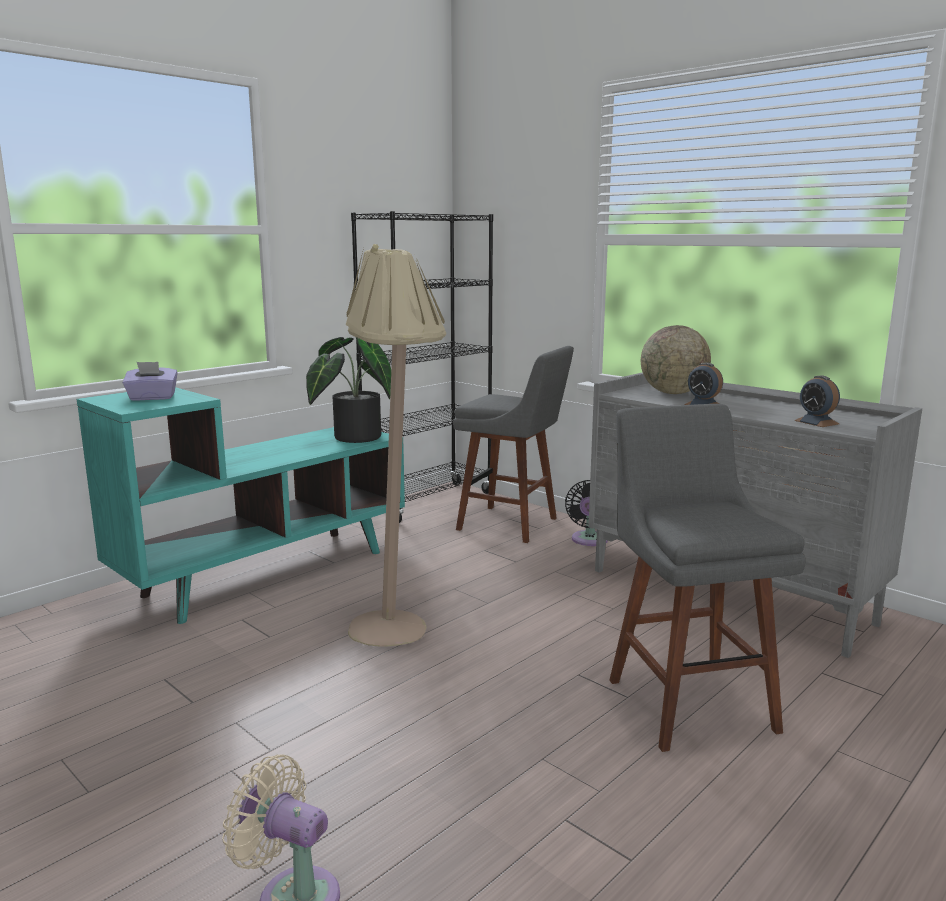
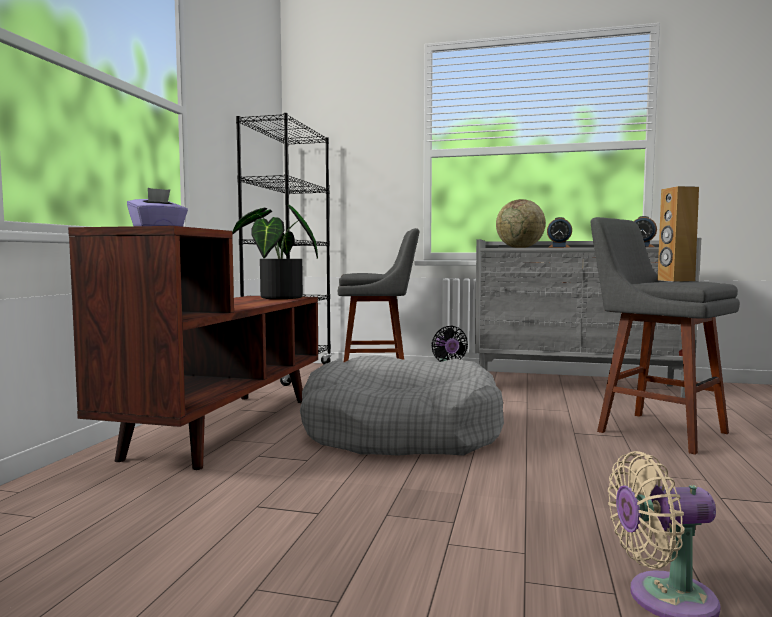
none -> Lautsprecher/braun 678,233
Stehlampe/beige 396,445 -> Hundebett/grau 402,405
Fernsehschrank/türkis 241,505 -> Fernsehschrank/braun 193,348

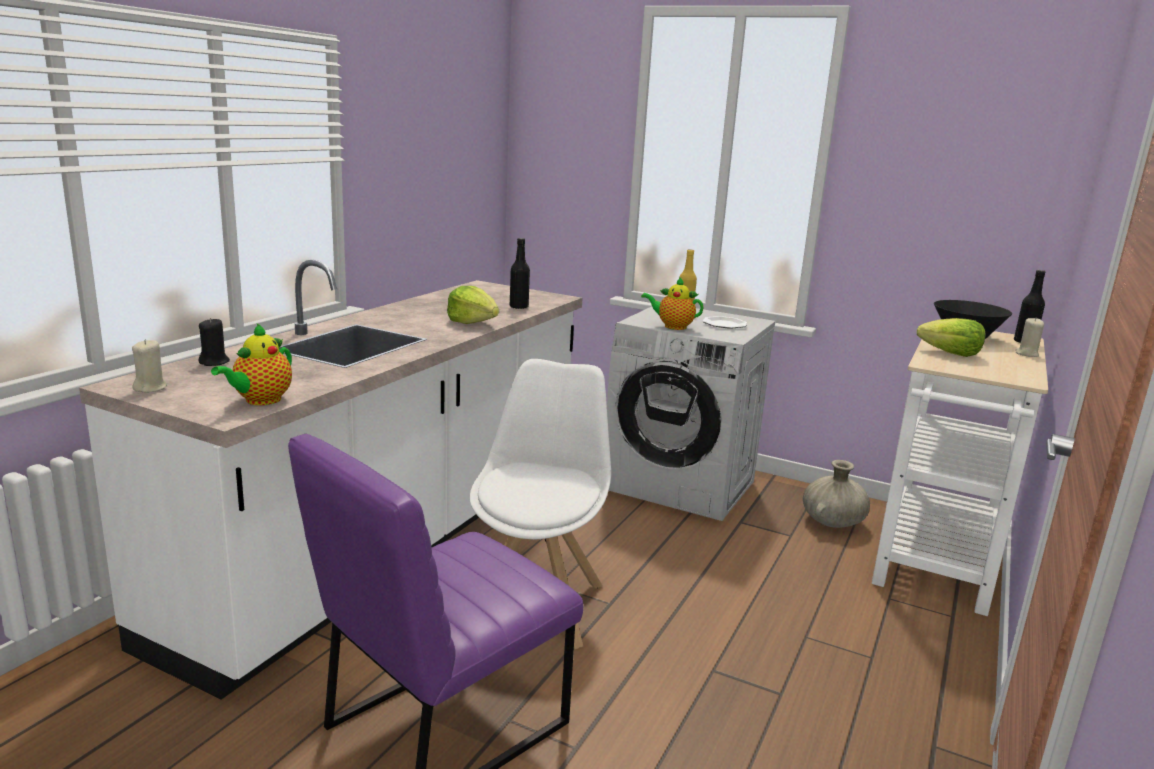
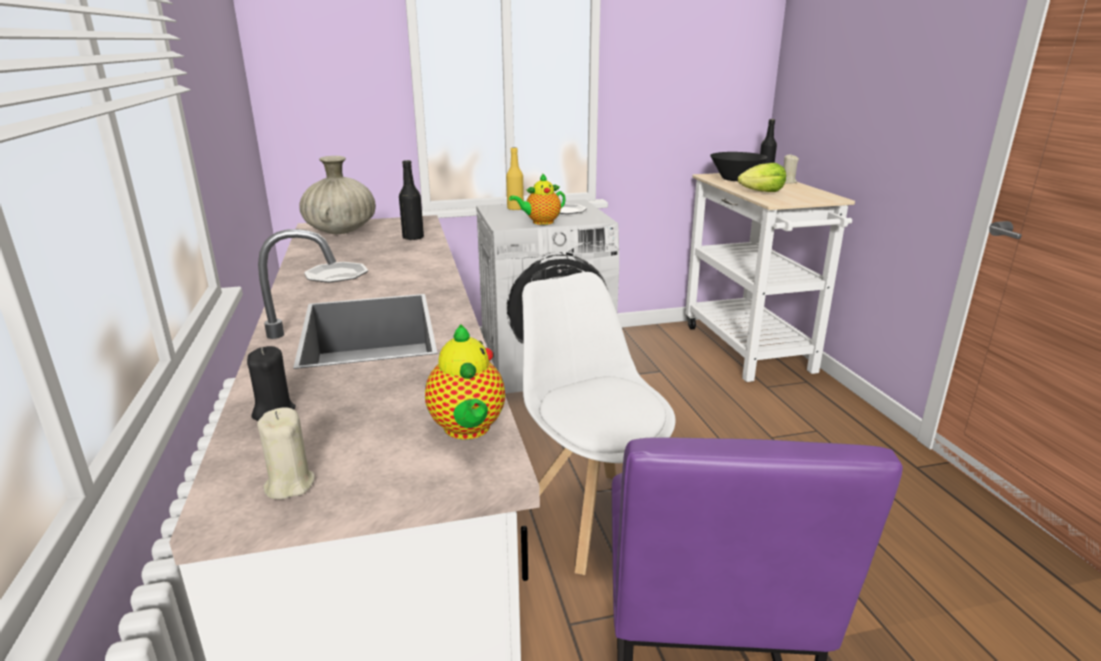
Salatkopf 473,305 -> none
none -> Teller 336,272
Vase/beige 836,494 -> Vase/beige 337,195, moved

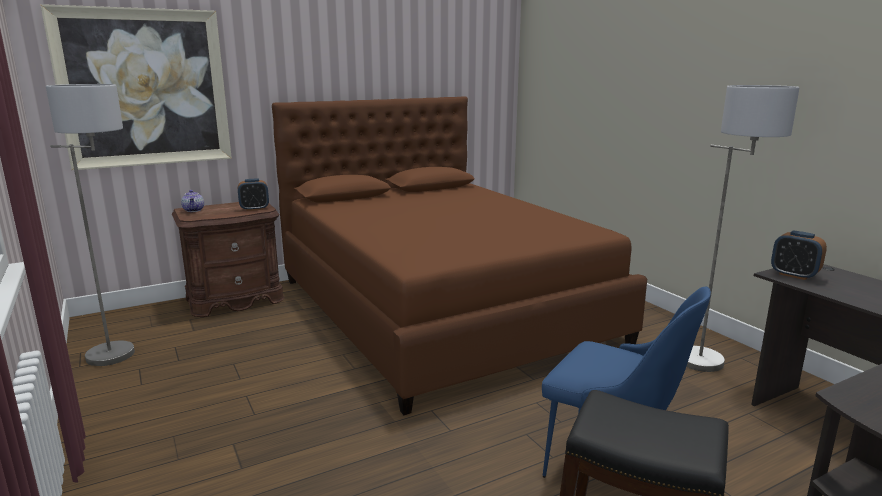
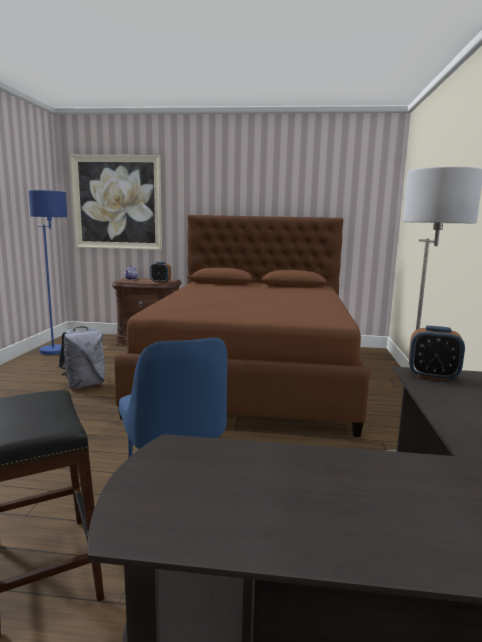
none -> Rucksack/grau 81,357
Stehlampe/grau 90,225 -> Stehlampe/blau 48,272
Wecker 799,255 -> Wecker 437,353, 60 degrees counterclockwise

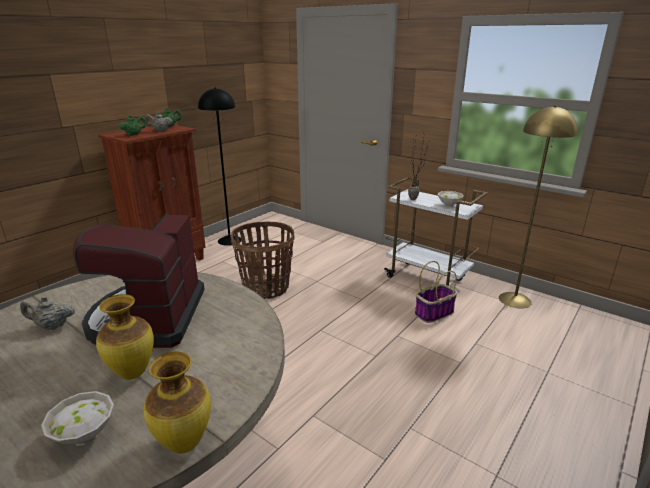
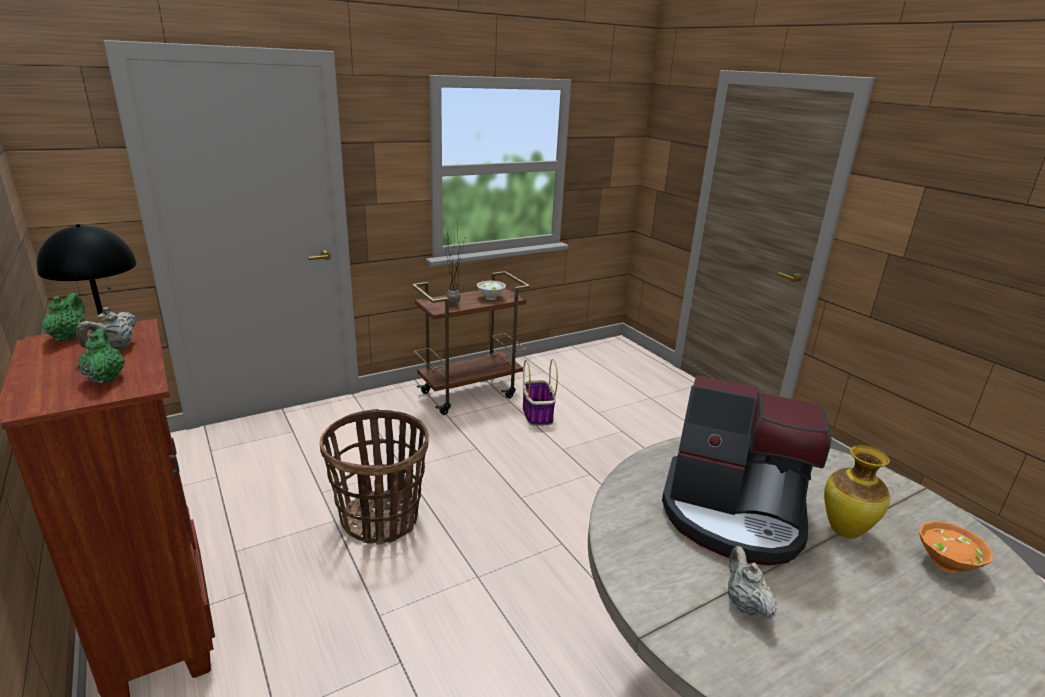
Vase 177,402 -> none
Stehlampe/gelb 538,206 -> none
Schüssel/weiß 77,418 -> Schüssel/orange 956,547
Rollwagen/weiß 436,231 -> Rollwagen/braun 471,343
Teekanne/beige 47,313 -> Teekanne/beige 752,582, 150 degrees clockwise

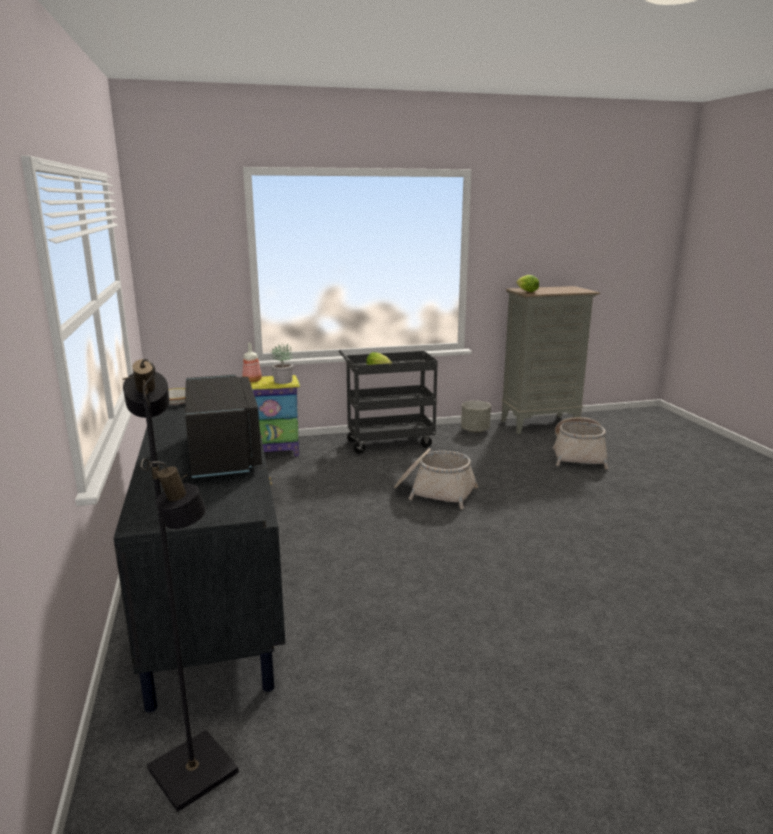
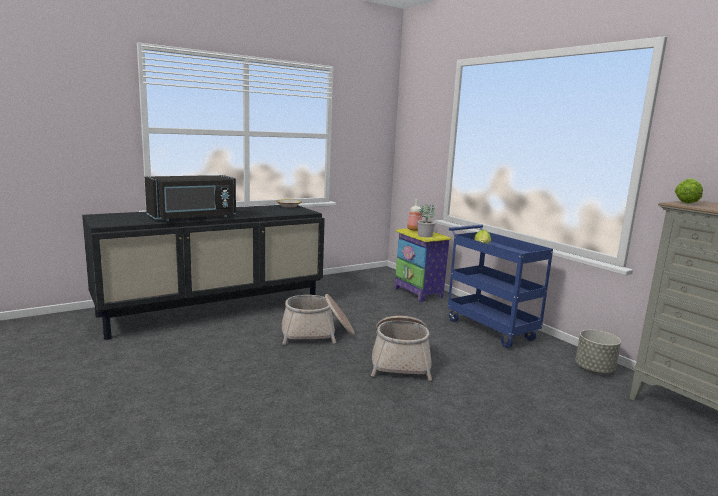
Stehlampe/schwarz 181,585 -> none
Korb 581,443 -> Korb 318,319, moved
Rollwagen/grau 388,402 -> Rollwagen/blau 500,286

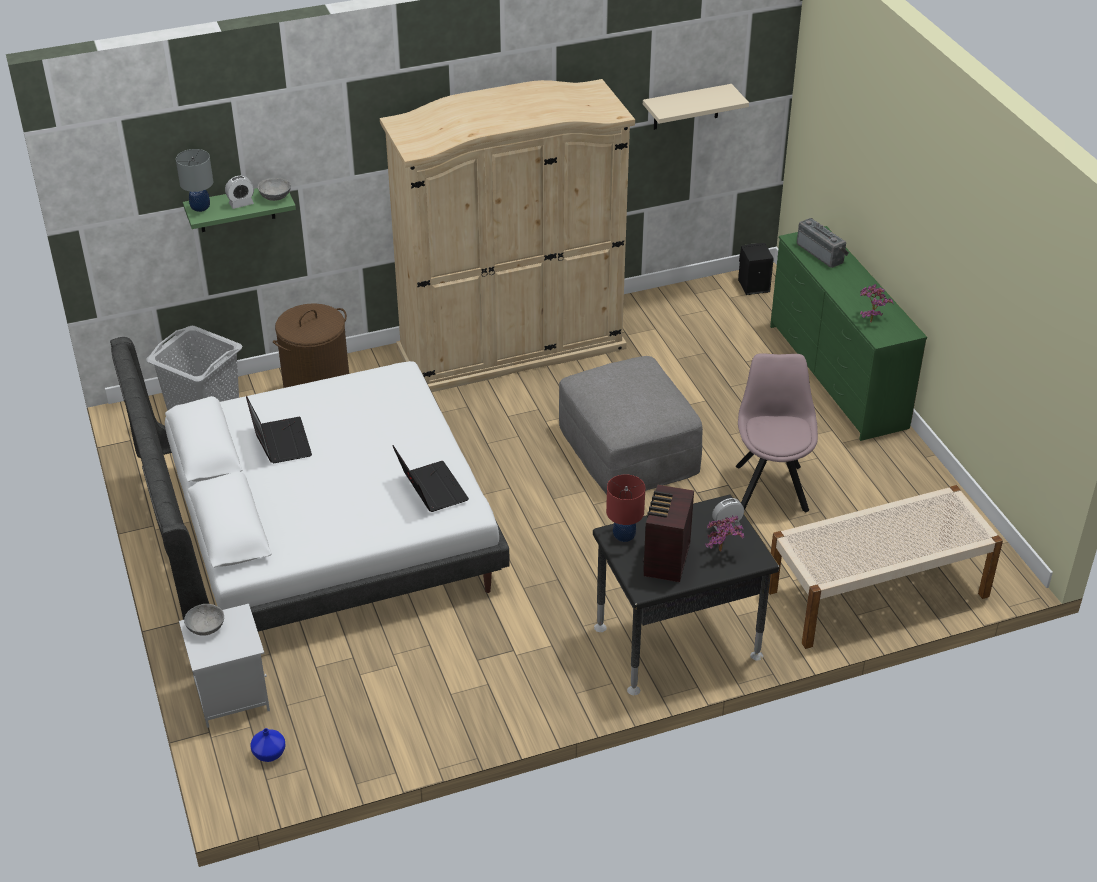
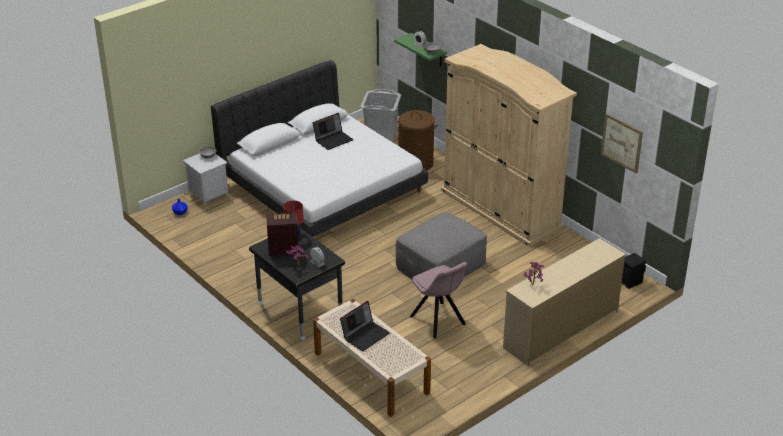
Tischlampe/grau 194,180 -> none
Radio 823,243 -> none
Laptop 431,478 -> Laptop 365,326, moved
Wandregal/beige 696,107 -> Bild 622,143
Kommode/grün 848,333 -> Kommode/beige 564,302
Stuhl/rosa 776,433 -> Stuhl/rosa 438,300, 75 degrees clockwise

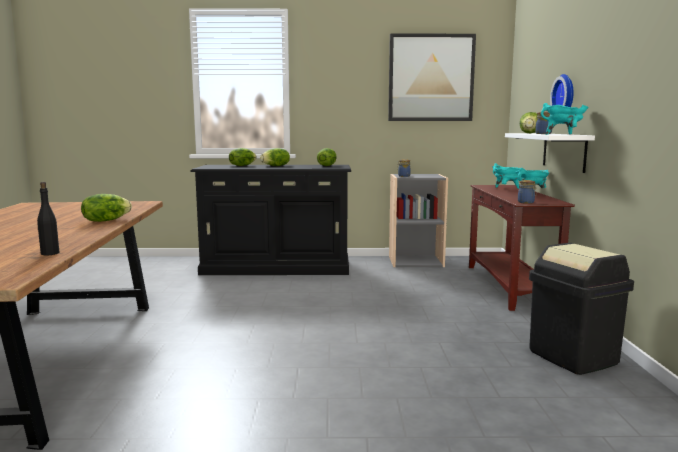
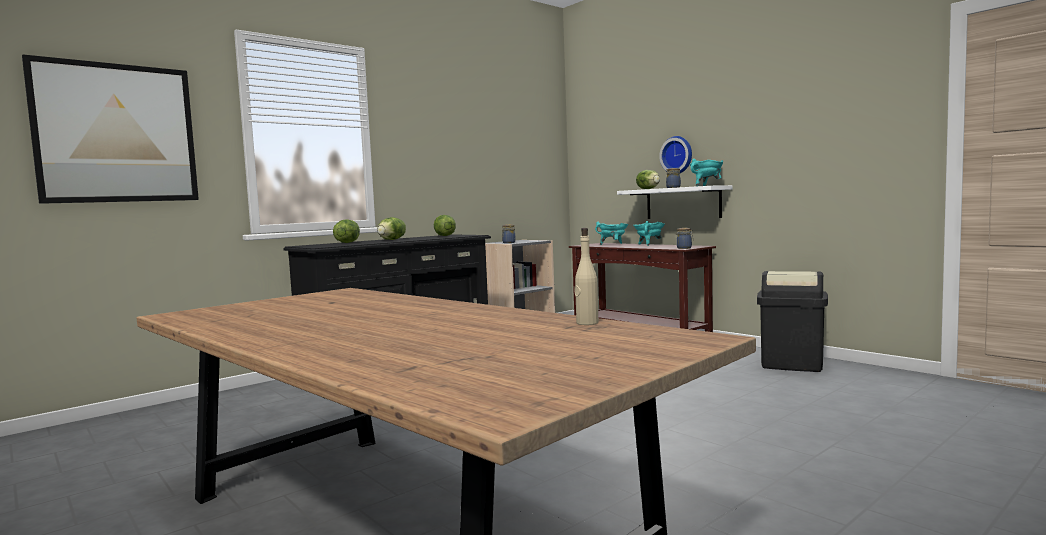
Salatkopf 106,208 -> none
Bild 432,77 -> Bild 110,129, moved
Flasche/schwarz 48,218 -> Flasche/beige 586,276

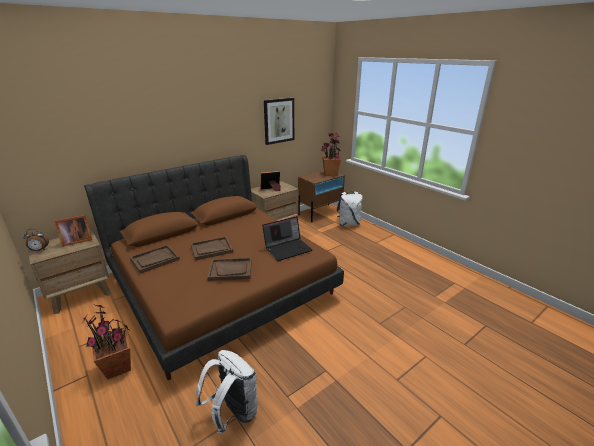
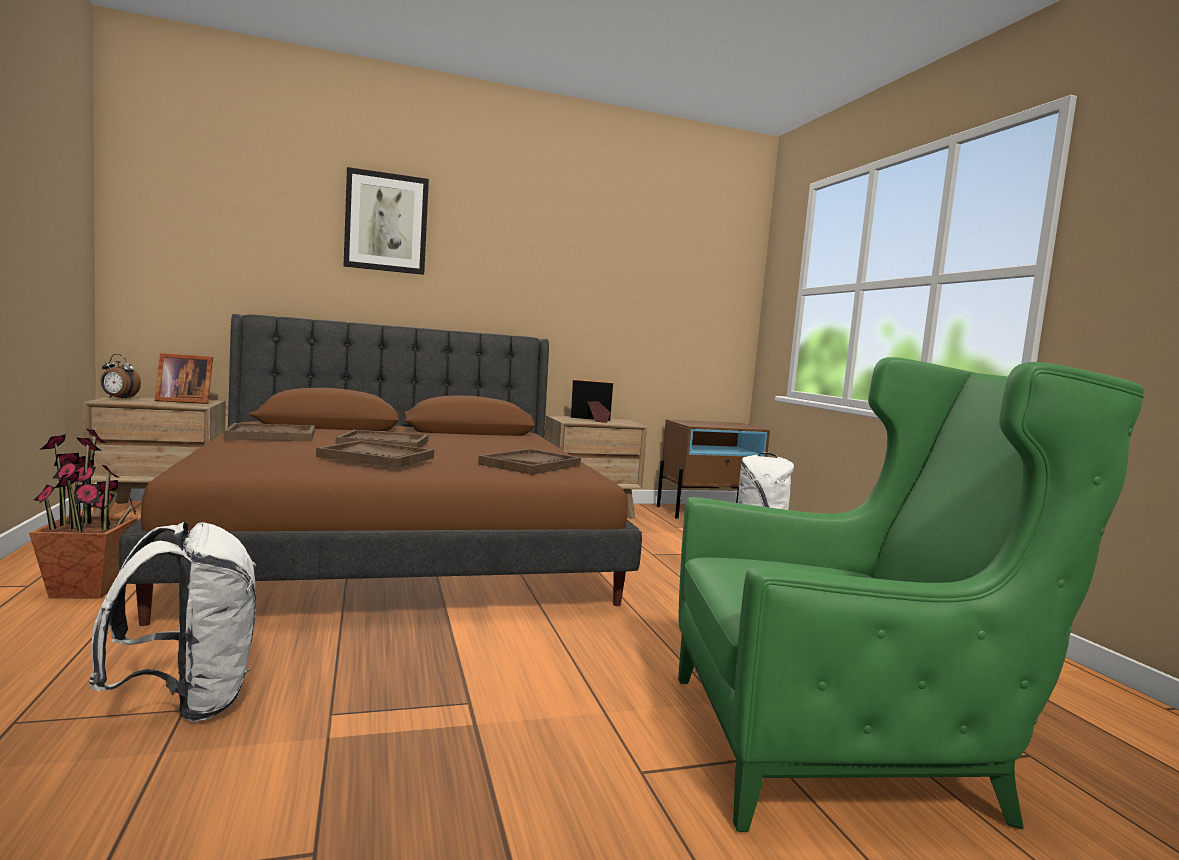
Topfpflanze 331,154 -> none
none -> Sessel/grün 911,594
Bild 279,121 -> Bild 386,221, moved
Laptop 287,238 -> Tablett/braun 529,462

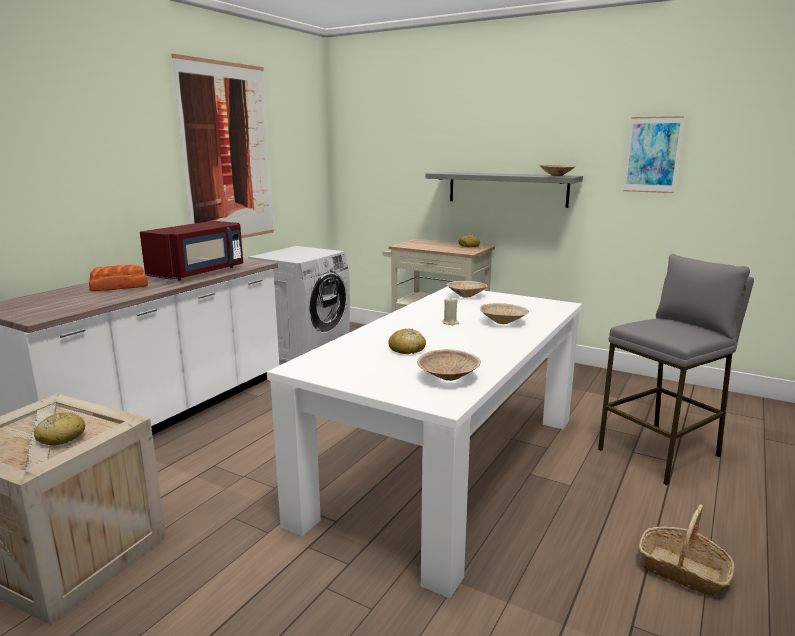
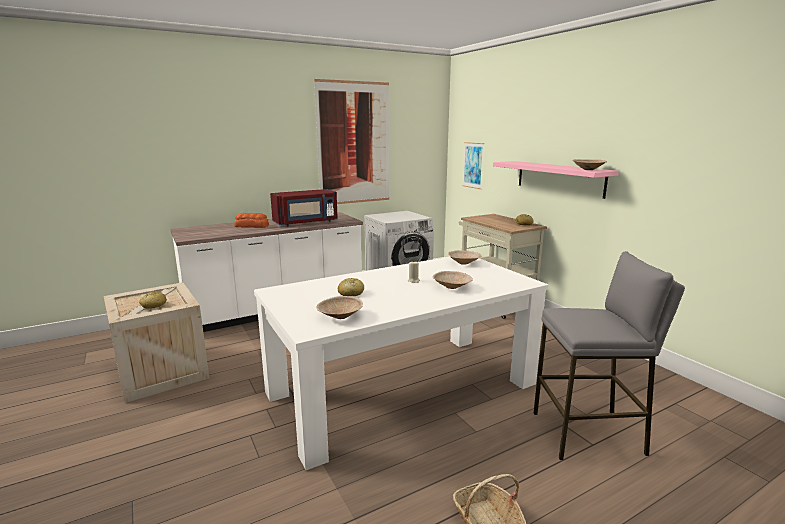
Bild 653,154 -> Bild 473,165, moved
Wandregal/grau 504,190 -> Wandregal/rosa 556,180

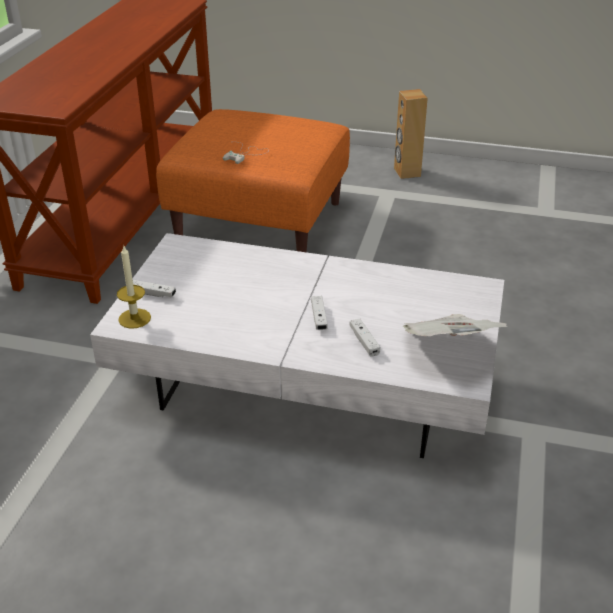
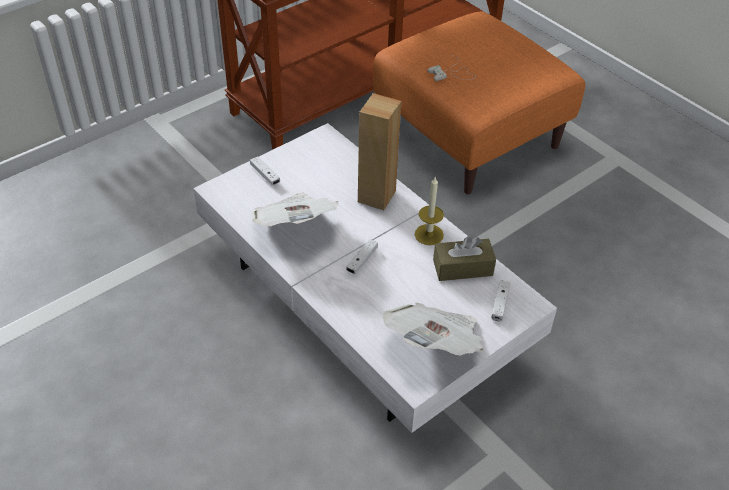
none -> Zeitung 295,209
none -> Taschentuchbox/braun 464,258
Kerze 134,287 -> Kerze 429,211, moved
Gamepad/weiß 364,338 -> Gamepad/weiß 501,301, moved
Lautsprecher/braun 411,134 -> Lautsprecher/braun 380,151, moved

